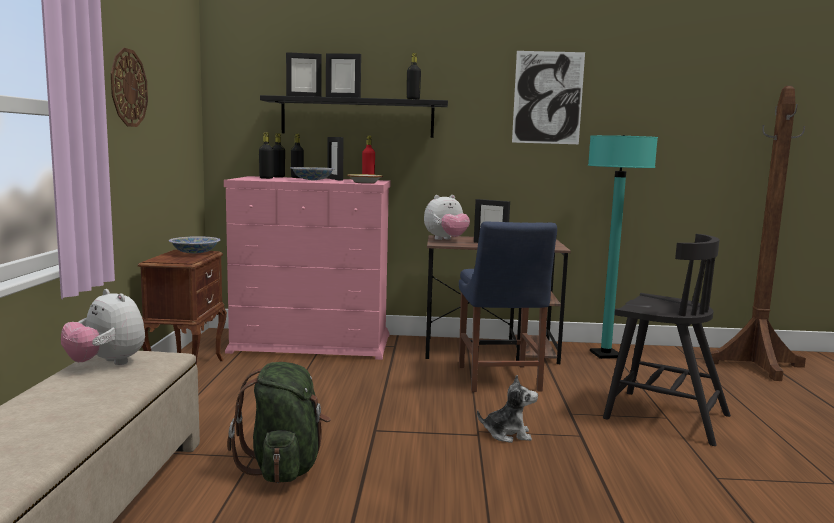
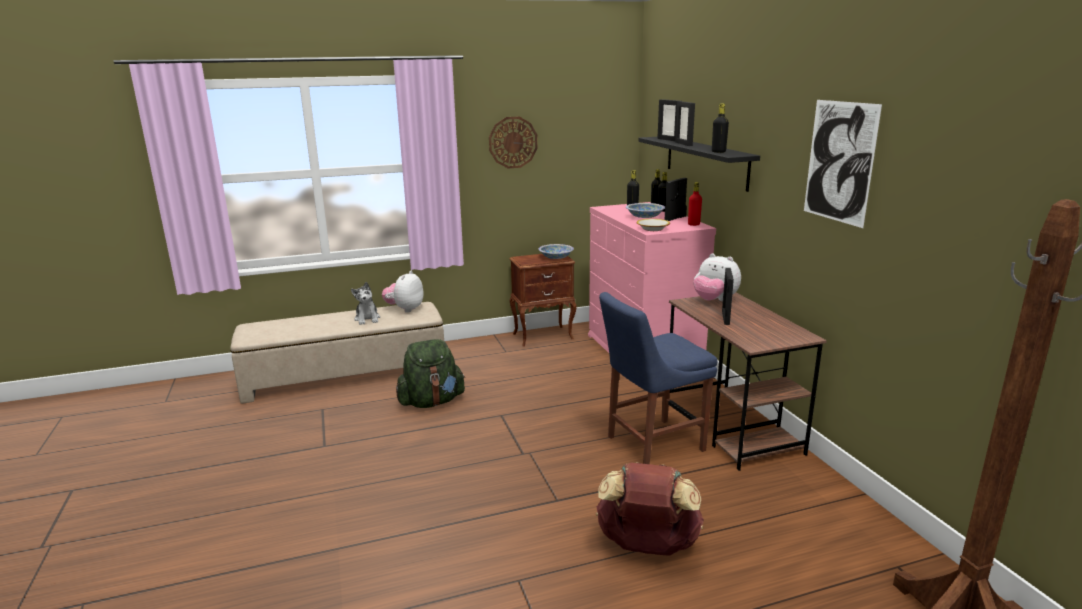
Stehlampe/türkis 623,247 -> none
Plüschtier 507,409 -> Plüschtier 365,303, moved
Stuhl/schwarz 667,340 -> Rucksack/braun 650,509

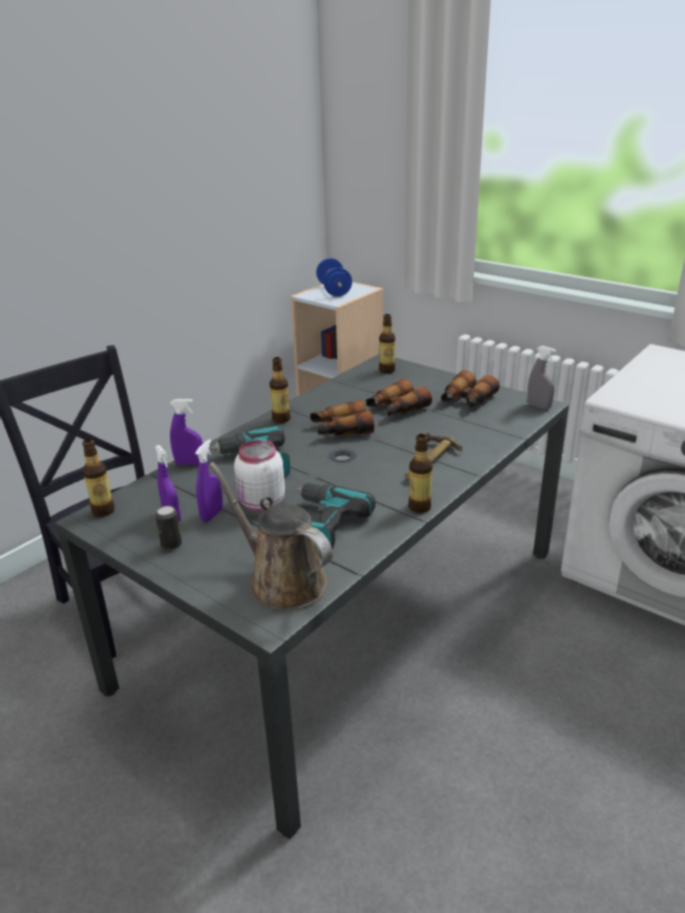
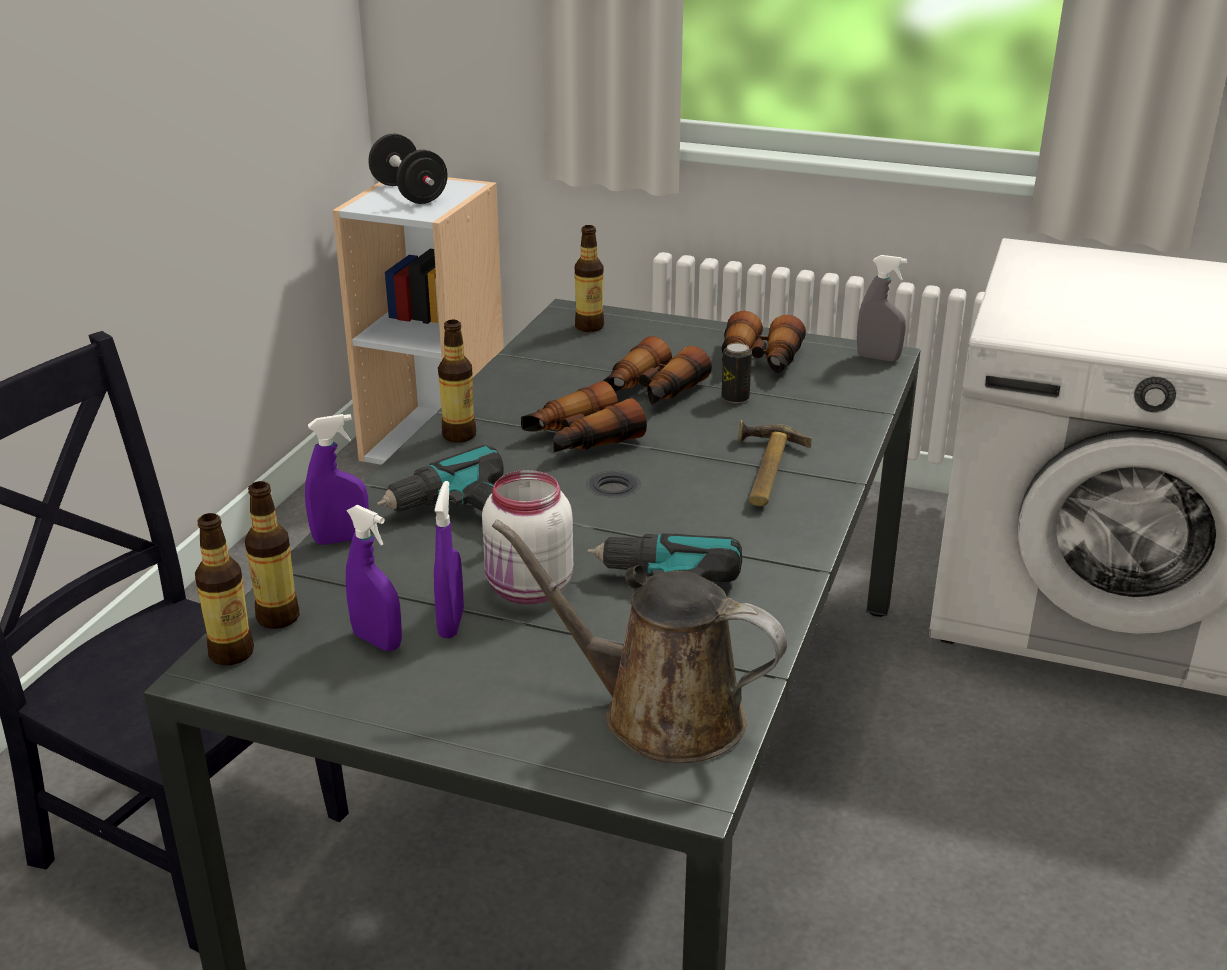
Dose 168,528 -> Dose 736,373, moved
Flasche 420,473 -> Flasche 272,555, moved
Hantel/blau 334,277 -> Hantel/schwarz 408,169

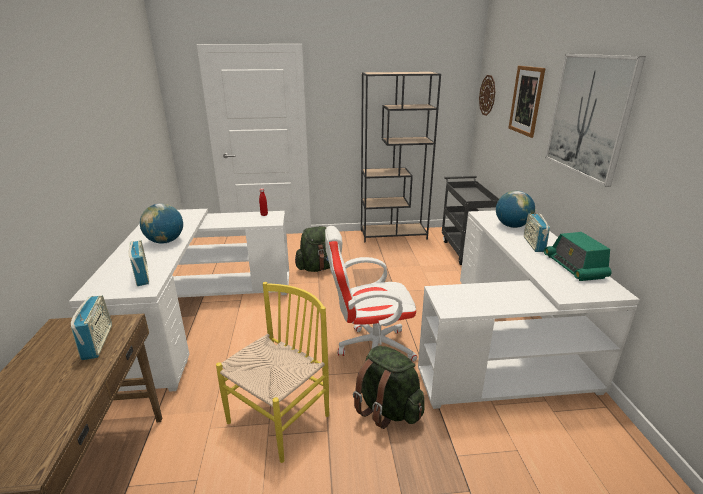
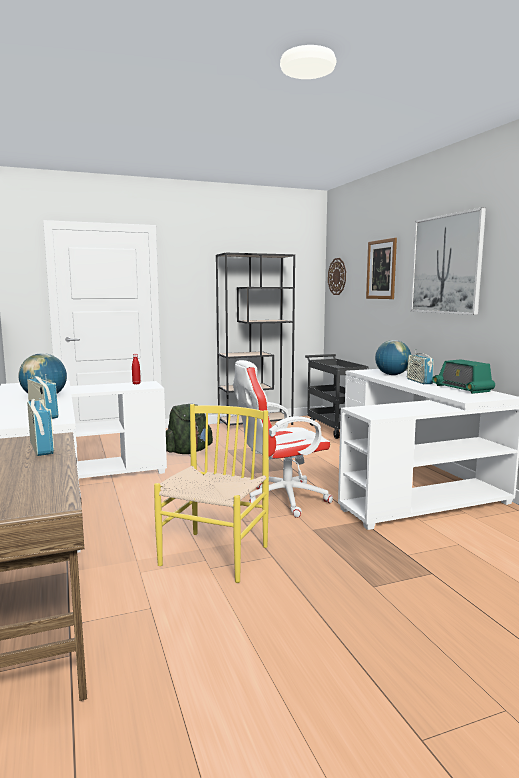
Rucksack/grün 389,387 -> none

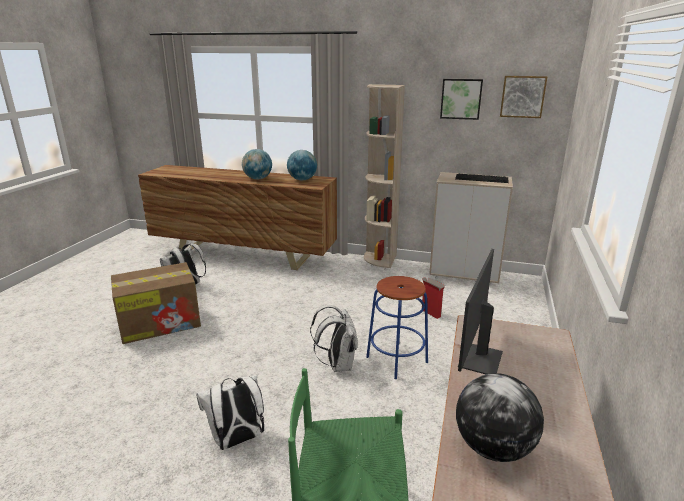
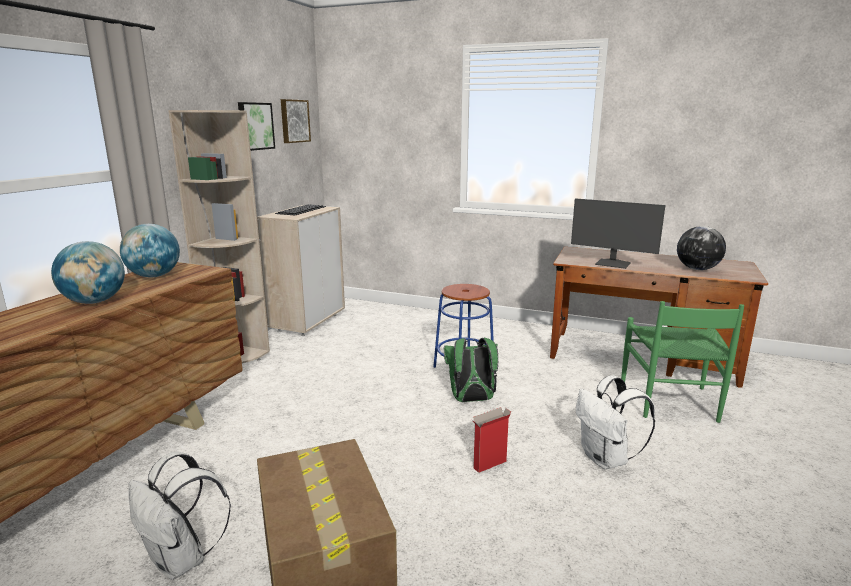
Karton 433,298 -> Karton 491,440, moved
Rucksack/weiß 334,338 -> Rucksack/grün 471,370

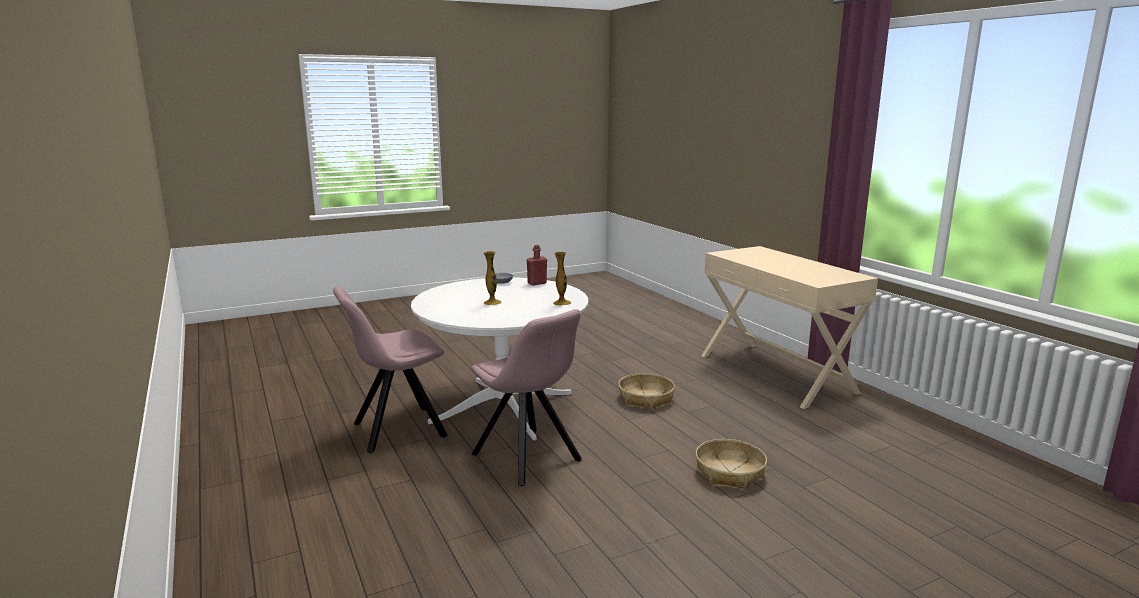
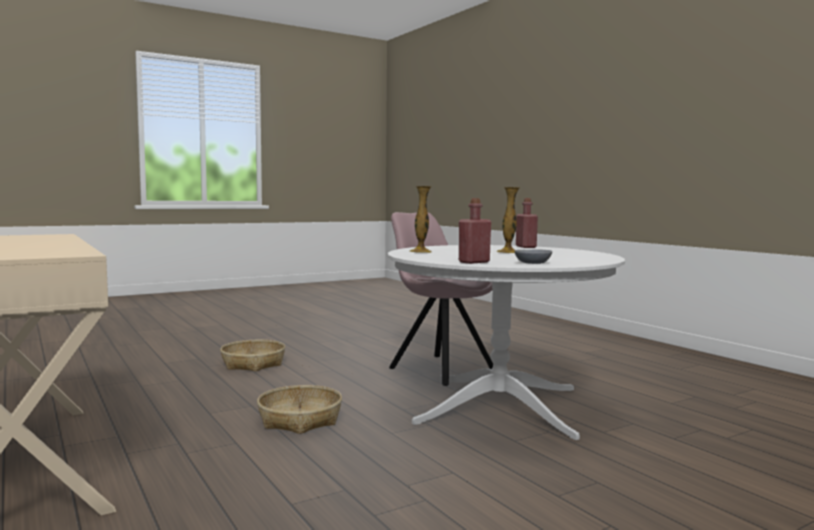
Stuhl/rosa 390,369 -> none
none -> Flasche/rot 527,223

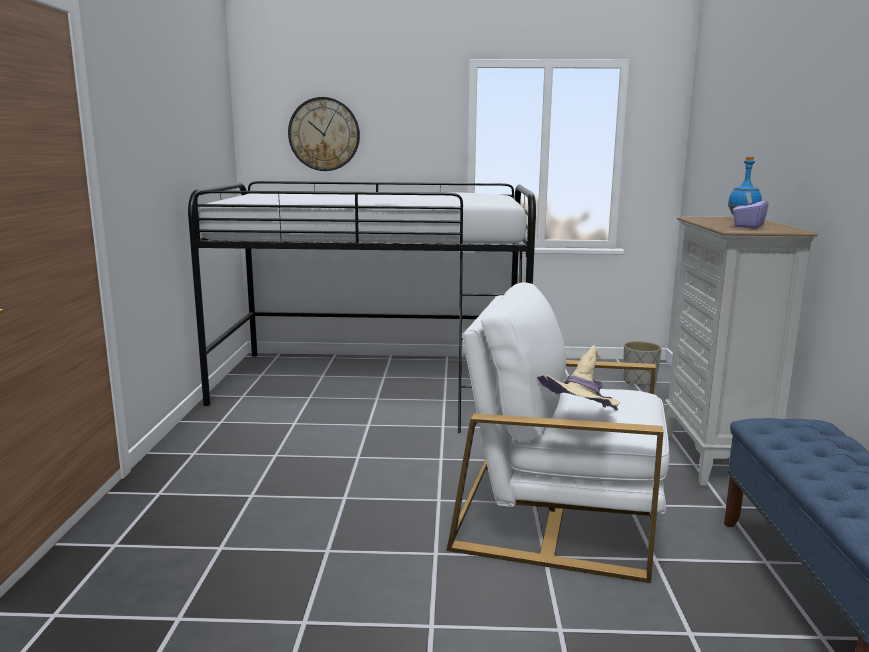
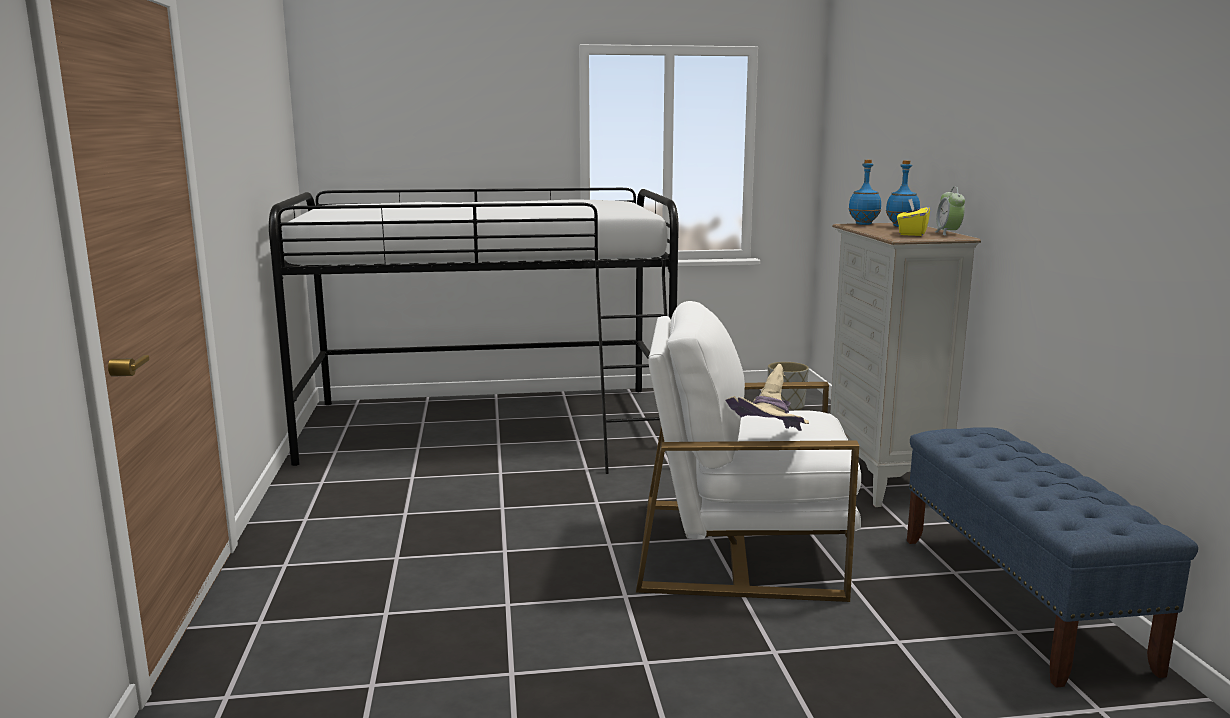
Wanduhr 324,134 -> none
none -> Flasche/blau 864,192
none -> Wecker 950,211
Taschentuchbox/lila 751,210 -> Taschentuchbox/gelb 913,217

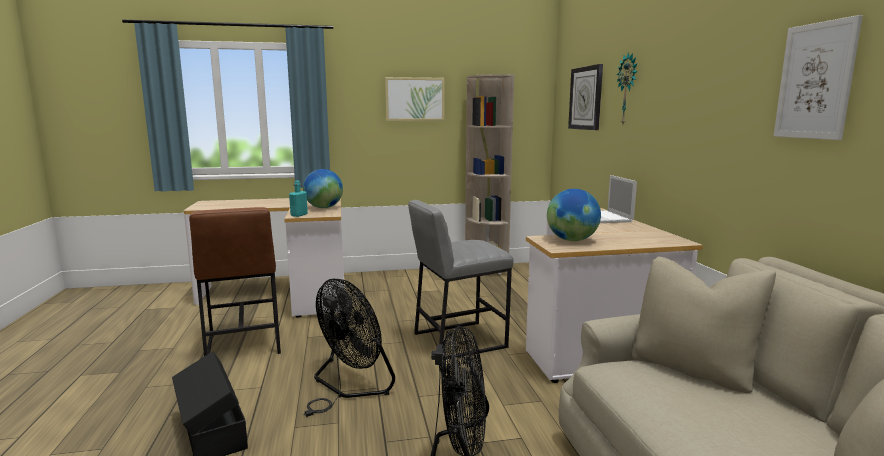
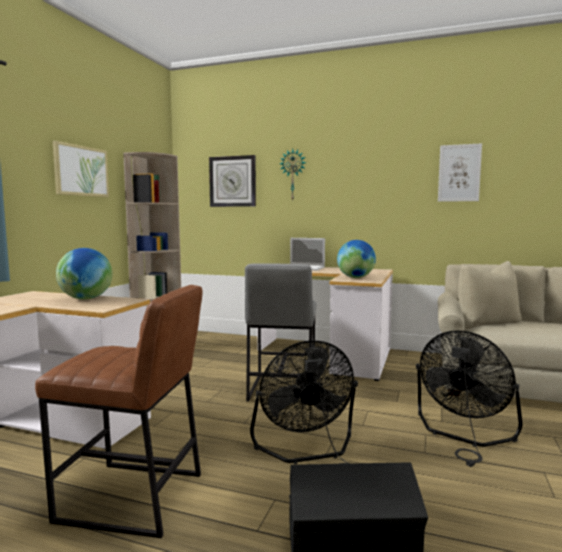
Flasche/türkis 298,198 -> none

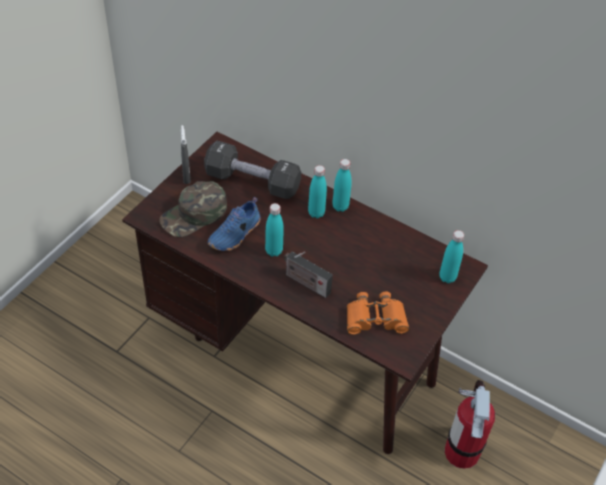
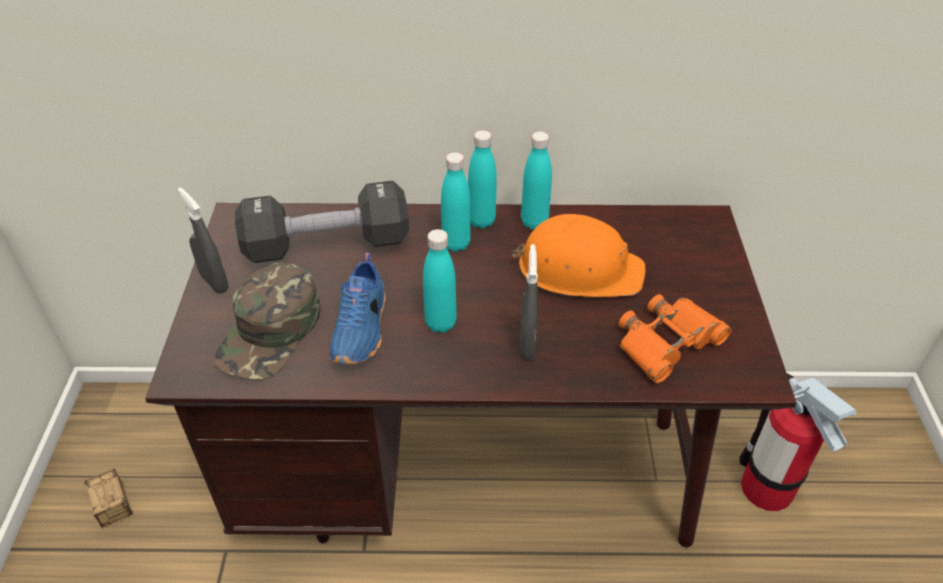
none -> Aufbewahrungsbox 108,498
none -> Schutzhelm/orange 578,255
Flasche/türkis 451,256 -> Flasche/türkis 536,180, moved
Radio 308,274 -> Sprühflasche/grau 529,302

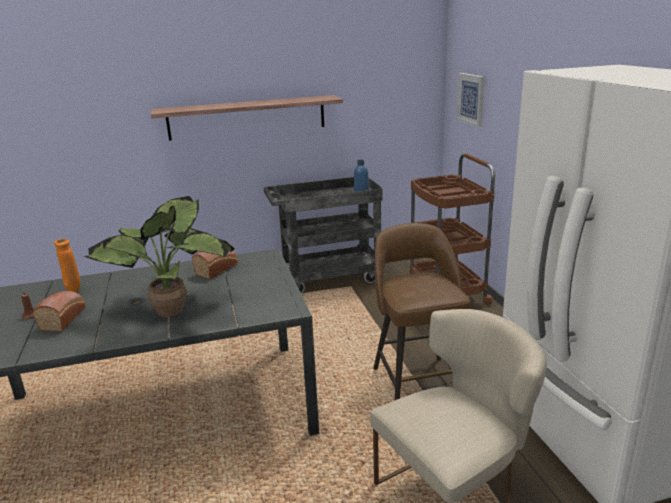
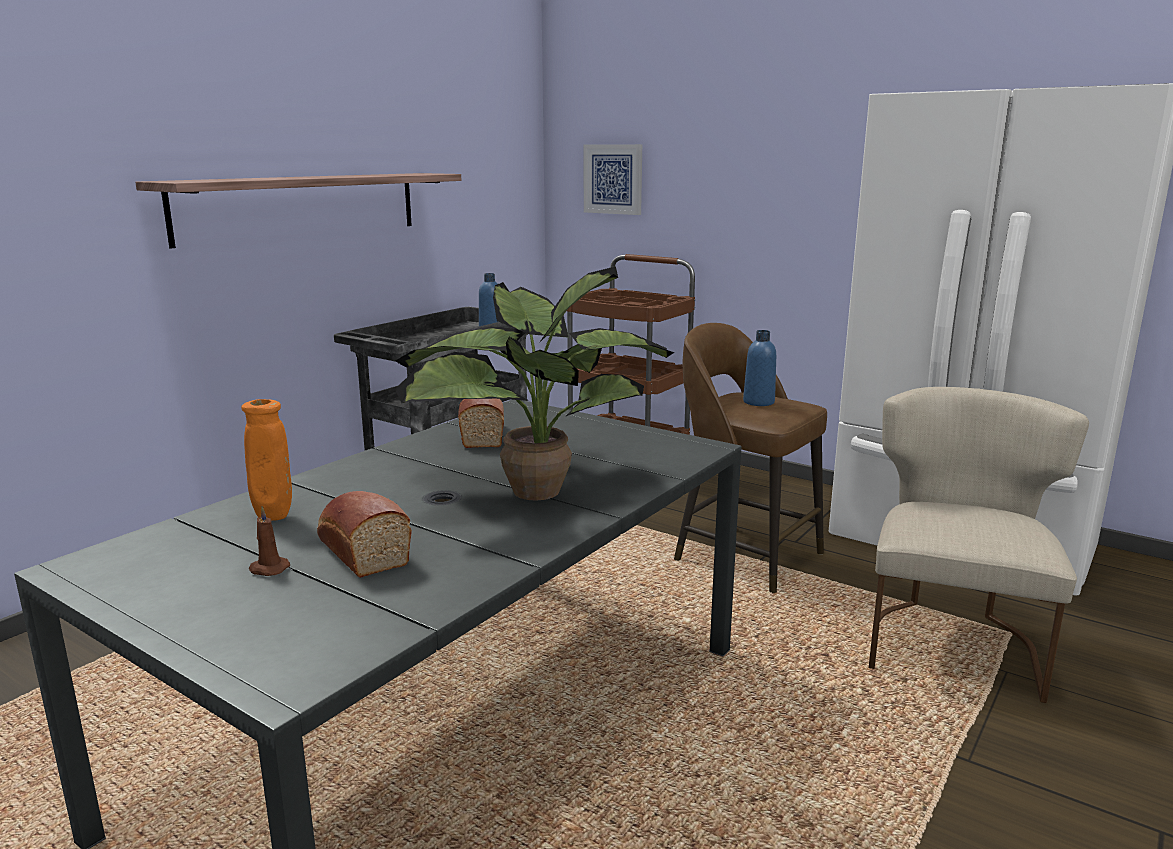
none -> Flasche/blau 759,368

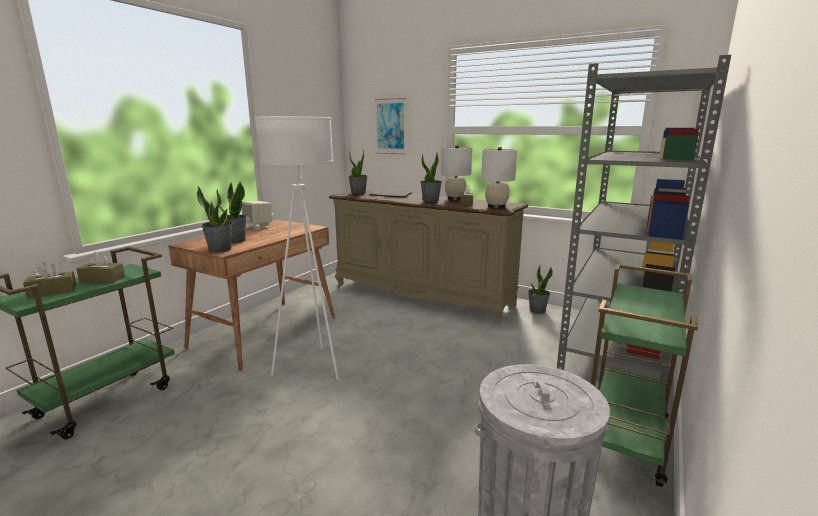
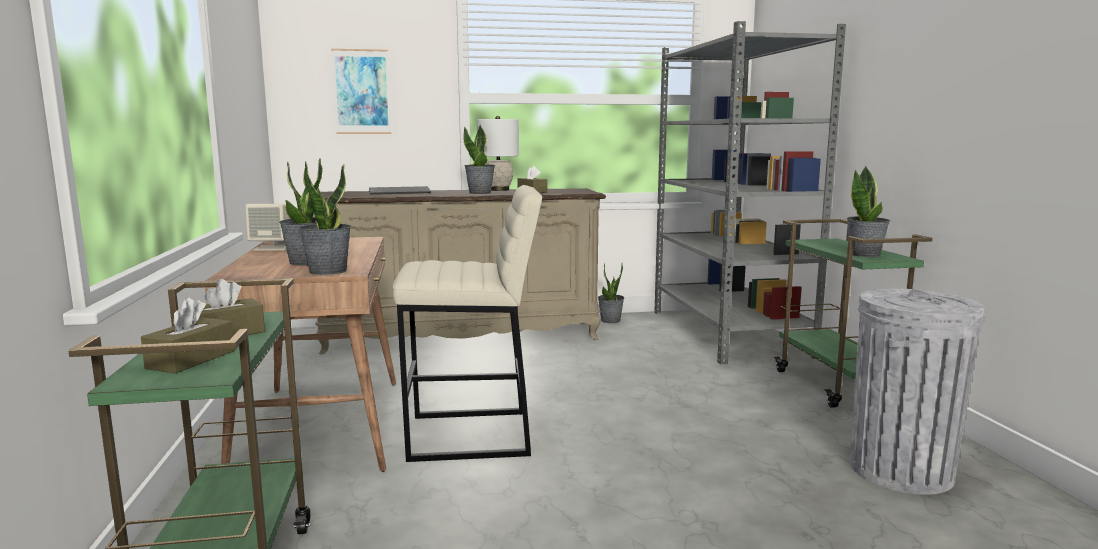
Tischlampe/weiß 499,178 -> none
Topfpflanze 357,172 -> Topfpflanze 868,211, moved
Stehlampe/weiß 297,248 -> Hocker/beige 467,323

